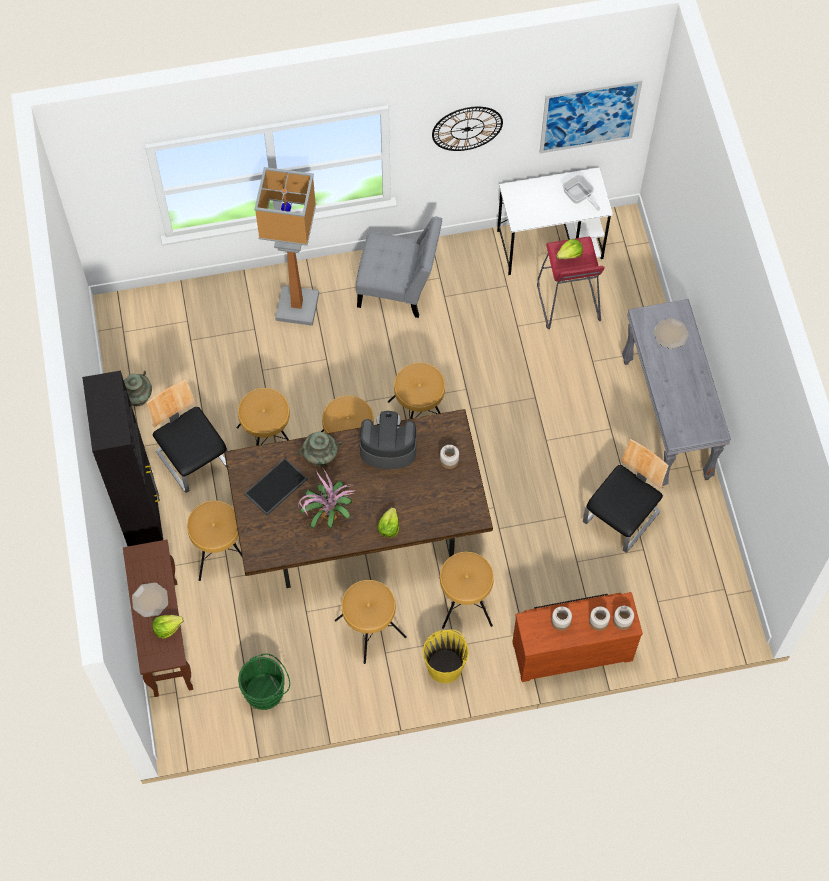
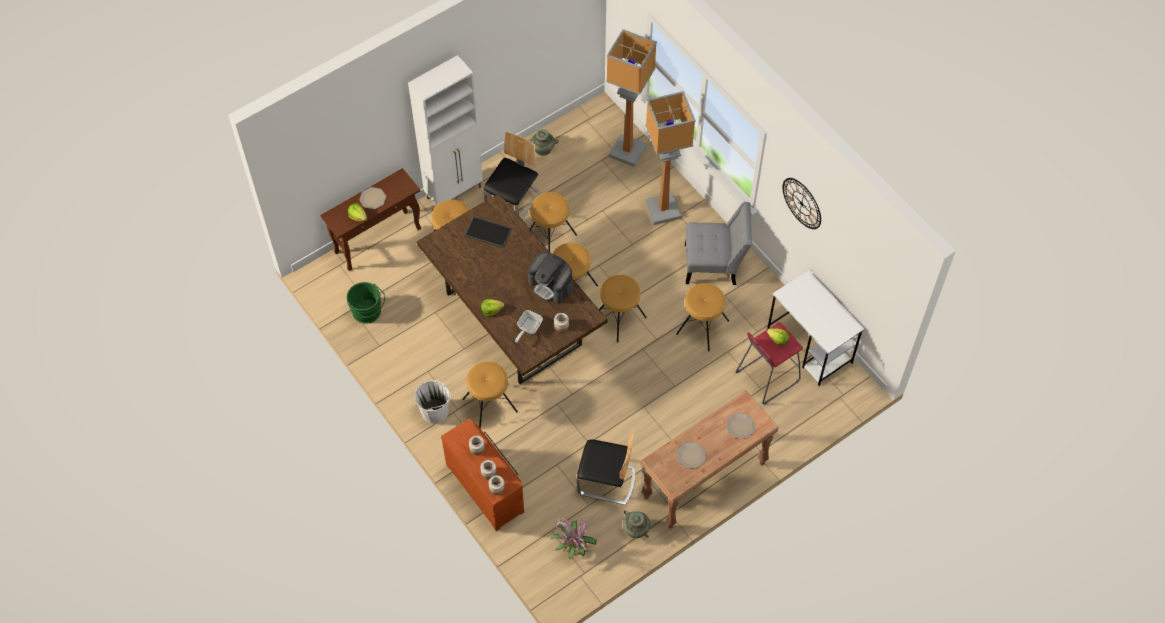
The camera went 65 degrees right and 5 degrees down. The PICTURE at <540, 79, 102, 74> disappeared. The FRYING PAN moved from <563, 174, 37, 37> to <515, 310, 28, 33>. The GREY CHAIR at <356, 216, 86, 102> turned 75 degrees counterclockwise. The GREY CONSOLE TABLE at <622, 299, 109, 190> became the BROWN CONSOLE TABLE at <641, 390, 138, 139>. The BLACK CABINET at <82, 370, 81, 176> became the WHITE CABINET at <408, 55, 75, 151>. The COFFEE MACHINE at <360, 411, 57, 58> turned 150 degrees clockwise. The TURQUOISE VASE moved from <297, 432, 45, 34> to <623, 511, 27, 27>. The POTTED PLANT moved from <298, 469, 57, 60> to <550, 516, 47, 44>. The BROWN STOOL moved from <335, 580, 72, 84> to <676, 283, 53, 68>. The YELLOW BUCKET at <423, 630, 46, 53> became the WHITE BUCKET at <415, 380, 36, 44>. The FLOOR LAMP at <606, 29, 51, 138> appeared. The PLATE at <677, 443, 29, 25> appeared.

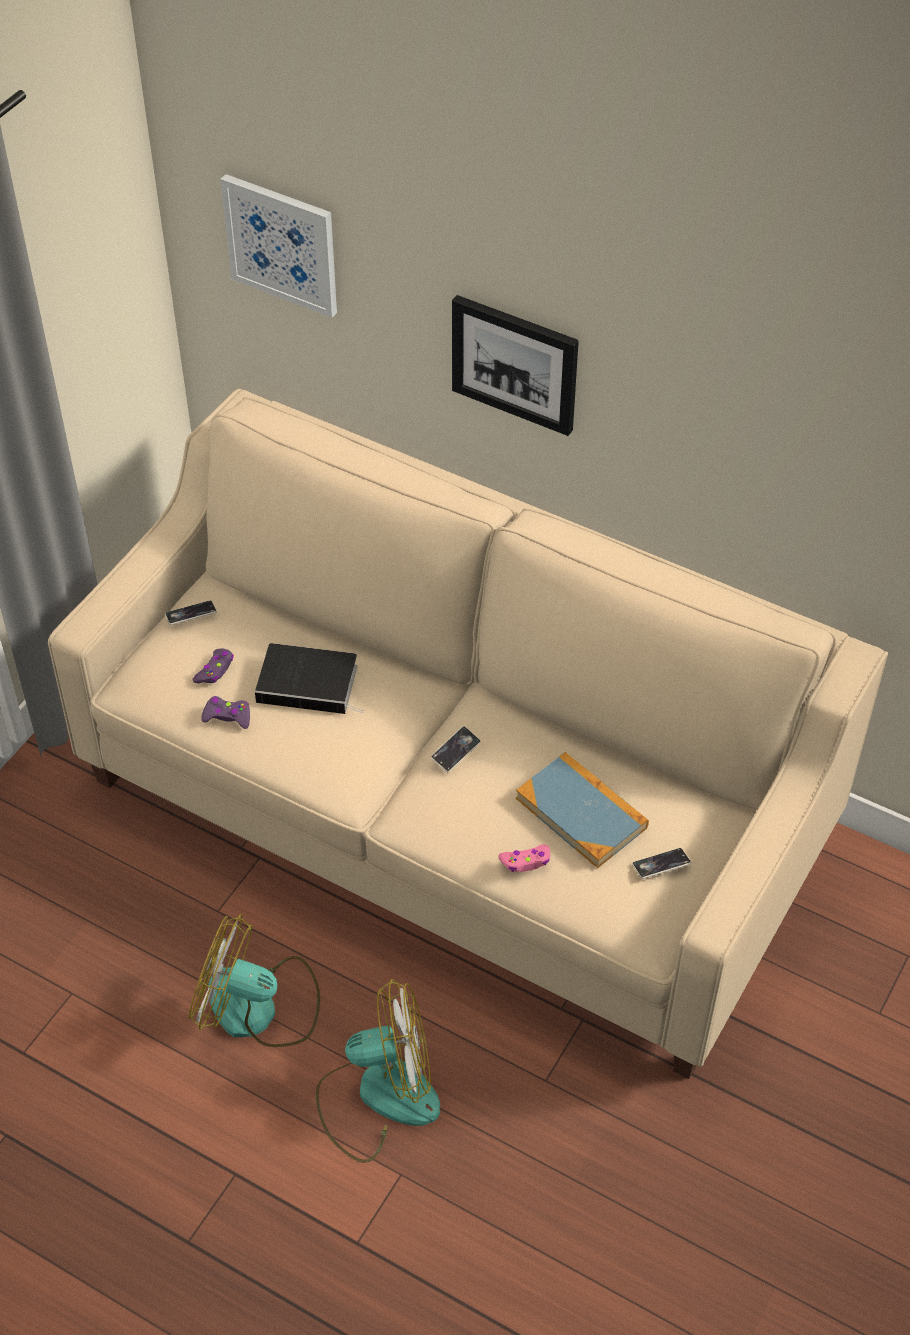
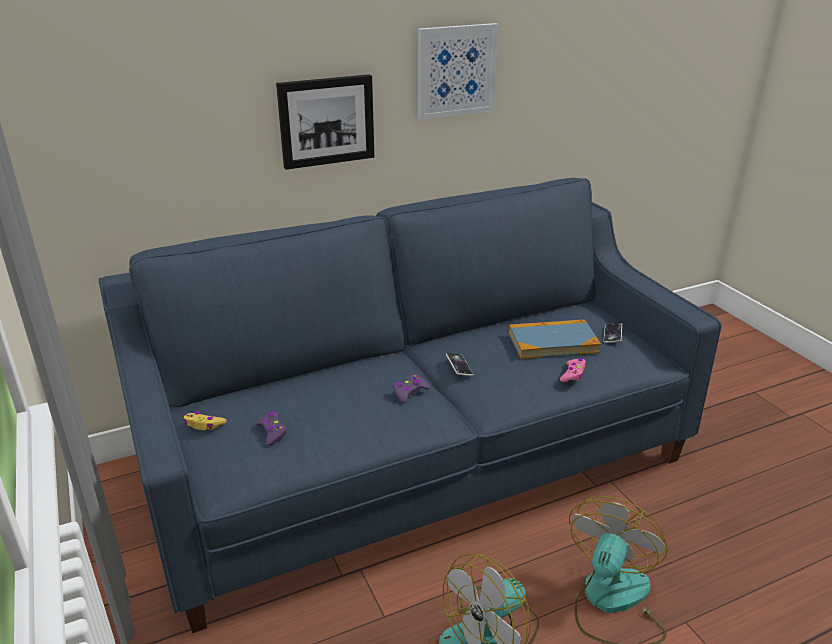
The camera went 55 degrees left and 20 degrees down. The PICTURE moved from <220, 174, 117, 144> to <418, 23, 81, 97>. The BEIGE SOFA at <48, 389, 840, 690> became the BLUE SOFA at <99, 178, 623, 455>. The PHONE at <165, 600, 52, 25> was replaced by the YELLOW GAME CONTROLLER at <183, 411, 44, 19>. The BOOK at <255, 643, 110, 71> disappeared. The PURPLE GAME CONTROLLER moved from <201, 696, 49, 33> to <393, 374, 37, 29>.

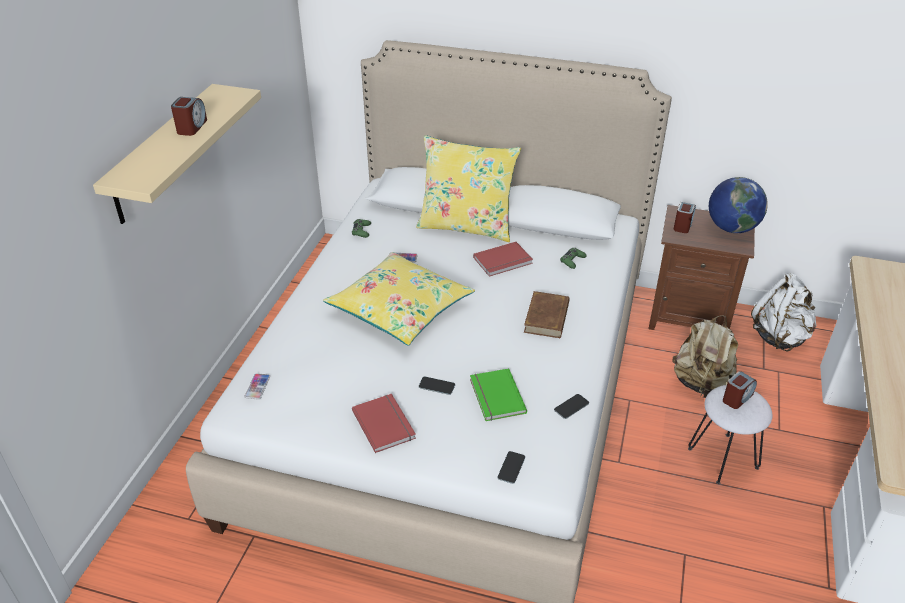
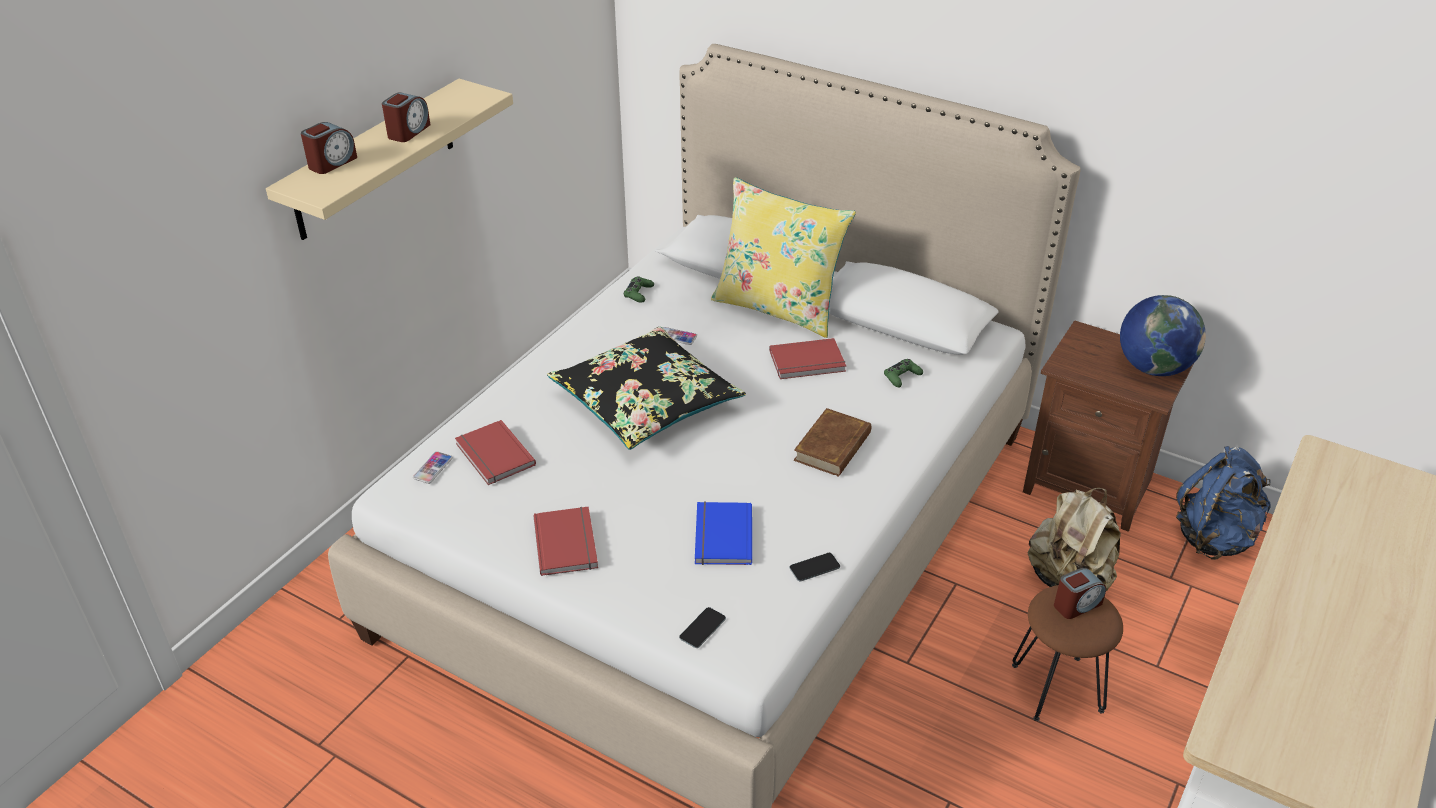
The camera went 15 degrees right and 0 degrees up. The ALARM CLOCK moved from <674, 202, 22, 31> to <301, 122, 56, 52>. The YELLOW PILLOW at <323, 252, 152, 93> became the BLACK PILLOW at <547, 327, 199, 123>. The WHITE BACKPACK at <751, 273, 66, 78> became the BLUE BACKPACK at <1176, 446, 95, 114>. The GREEN BOOK at <470, 368, 57, 53> became the BLUE BOOK at <695, 502, 57, 63>. The PHONE at <419, 377, 36, 18> disappeared. The WHITE STOOL at <688, 385, 85, 99> became the BROWN STOOL at <1012, 585, 111, 136>. The RED BOOK at <455, 420, 81, 65> appeared.

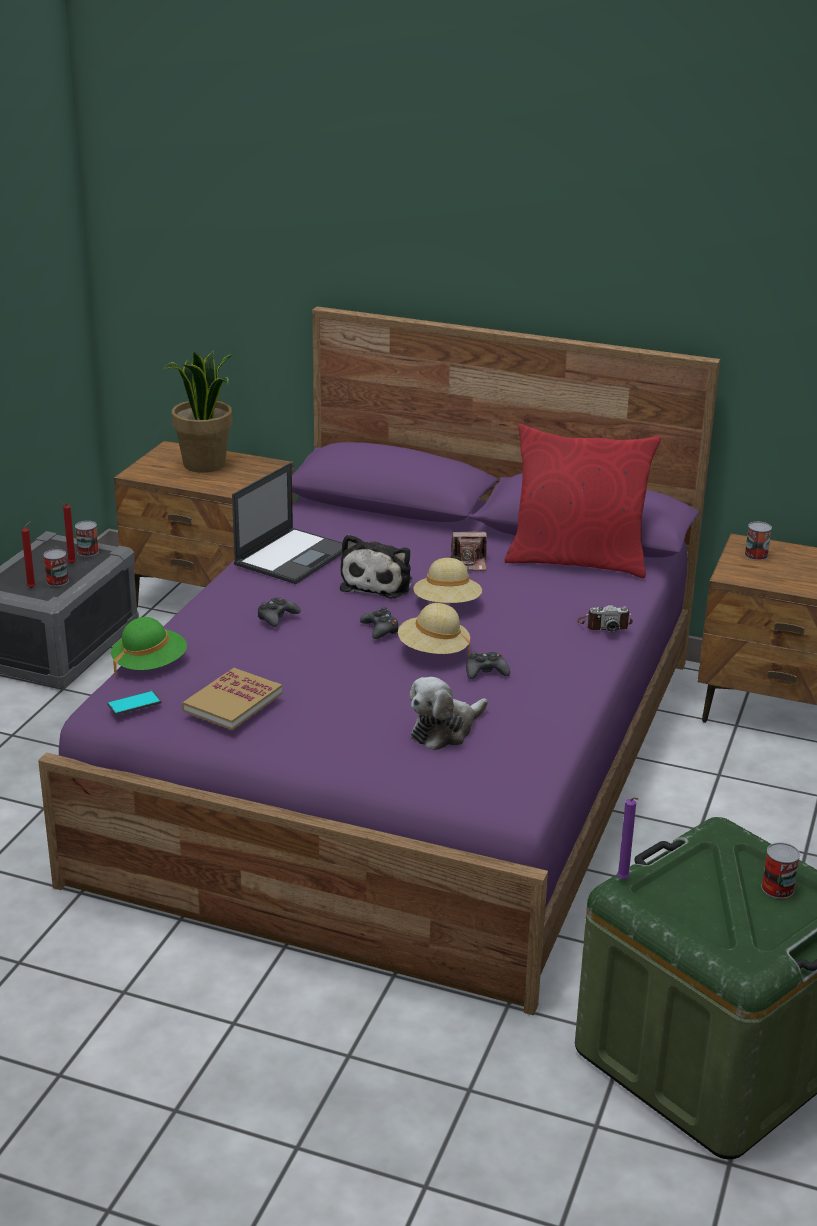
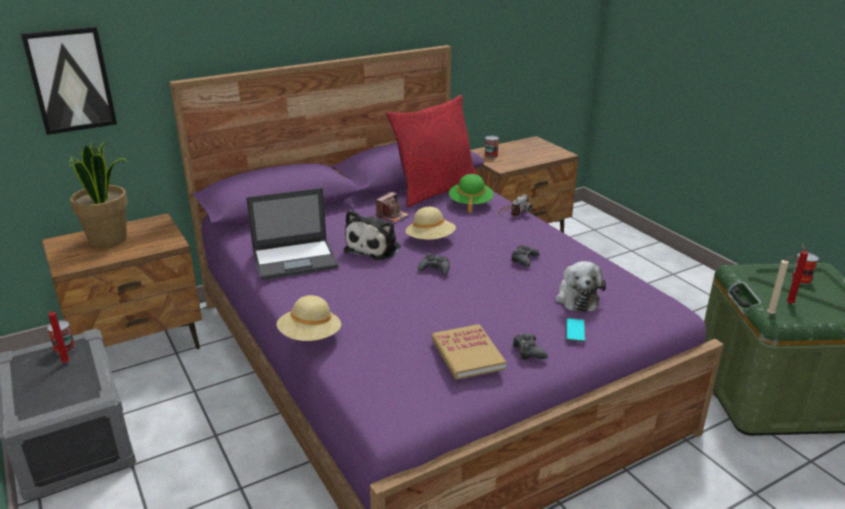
The camera went 50 degrees left and 0 degrees up. The LAPTOP at <232, 462, 111, 122> turned 90 degrees clockwise. The RED CANDLE moved from <21, 521, 15, 68> to <787, 243, 21, 61>. The PLUSH TOY at <340, 534, 72, 64> turned 60 degrees clockwise. The CAN at <44, 549, 25, 37> disappeared. The BLACK GAME CONTROLLER moved from <258, 597, 43, 30> to <512, 333, 36, 27>. The BEIGE HAT moved from <398, 603, 72, 54> to <277, 295, 64, 46>. The GREEN HAT moved from <111, 617, 76, 59> to <449, 174, 45, 40>. The PHONE moved from <107, 690, 55, 25> to <566, 318, 20, 25>. The PURPLE CANDLE at <617, 797, 21, 82> became the BEIGE CANDLE at <767, 256, 27, 58>. The PICTURE at <20, 26, 97, 109> appeared.

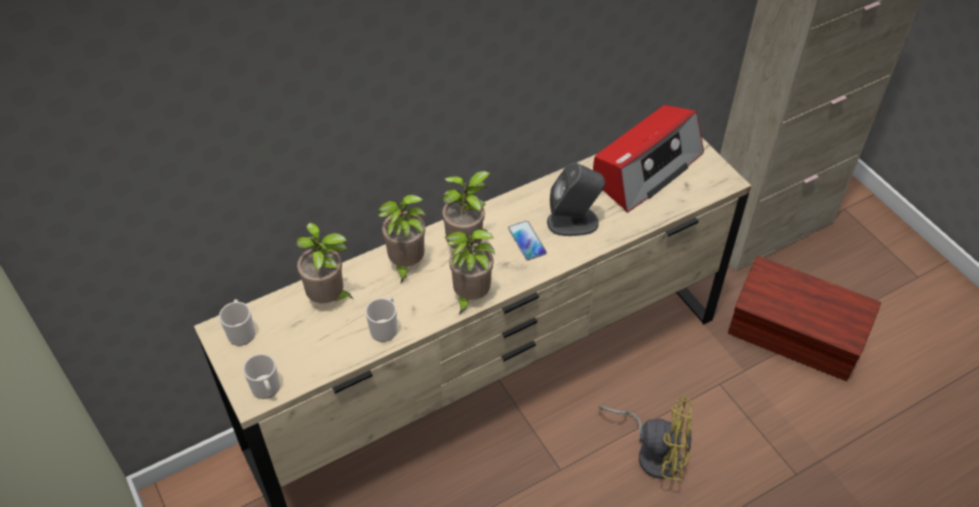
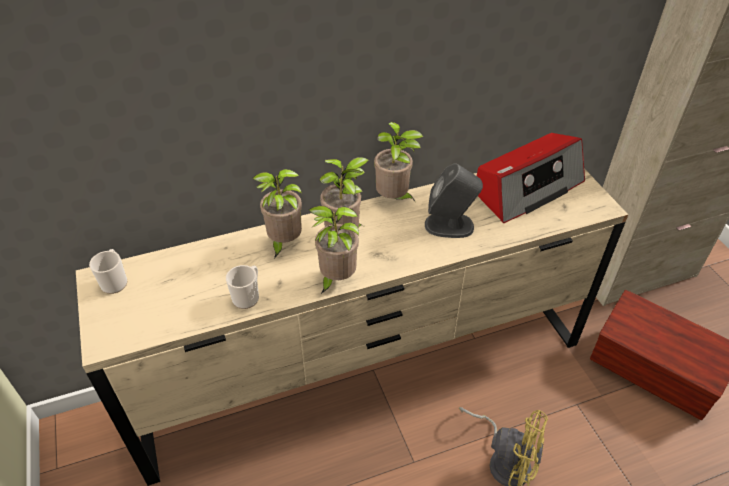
The camera went 10 degrees right and 5 degrees down. The PHONE at <508, 221, 39, 39> disappeared. The POTTED PLANT moved from <297, 222, 57, 81> to <374, 122, 49, 79>. The MUG at <243, 354, 37, 45> disappeared.

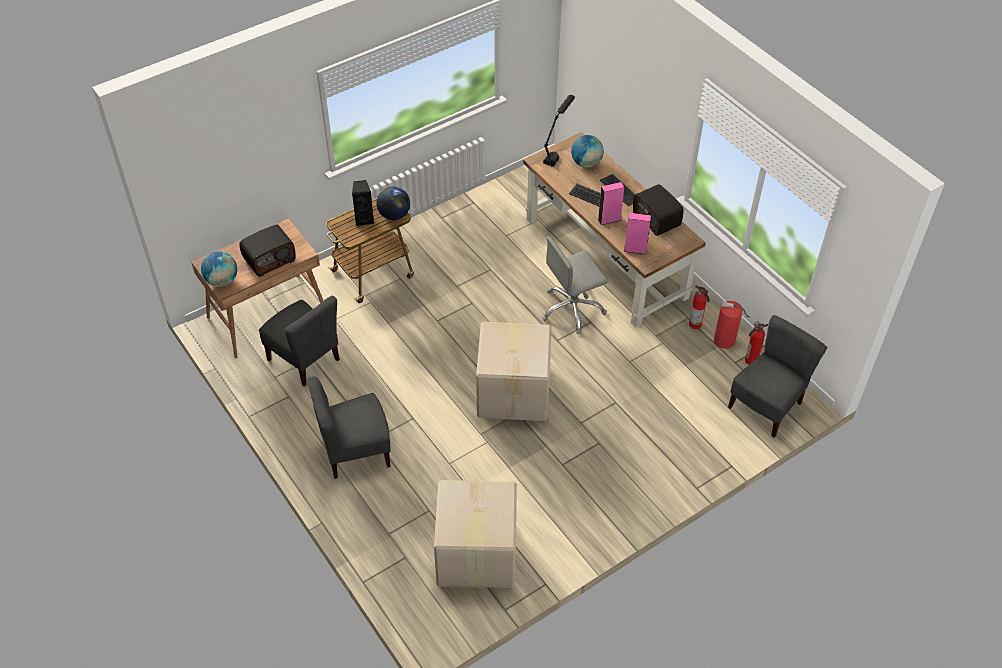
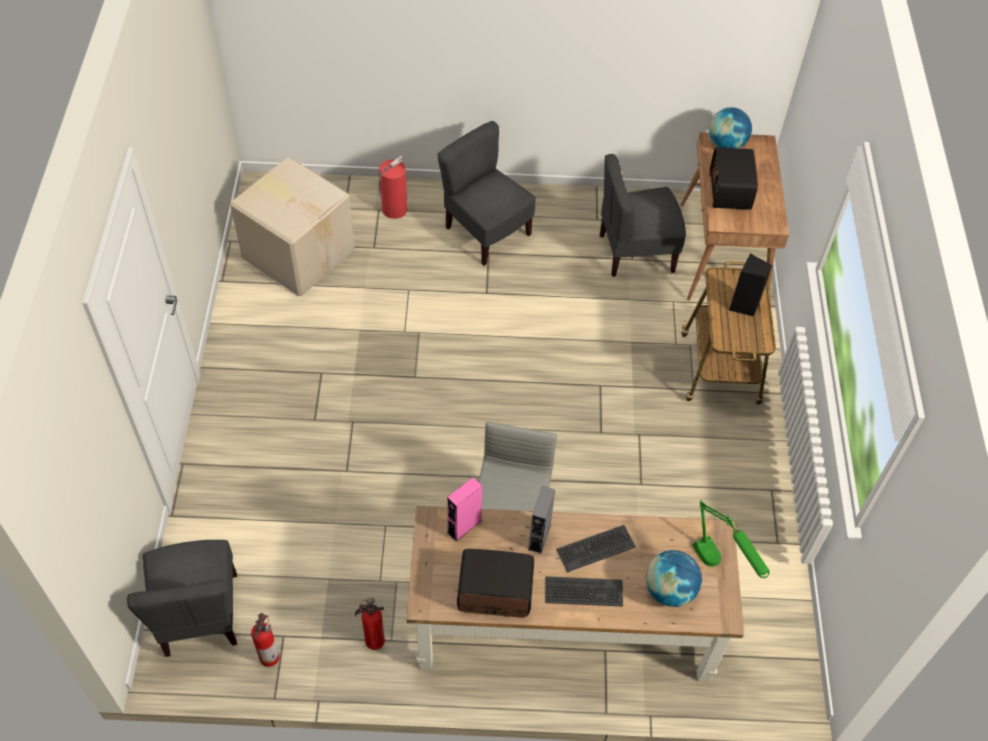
The camera went 125 degrees right and 5 degrees up. The BLACK TABLE LAMP at <543, 95, 32, 72> became the GREEN TABLE LAMP at <692, 500, 78, 78>. The PINK SPEAKER at <598, 182, 26, 43> became the GREY SPEAKER at <528, 486, 27, 68>. The GLOBE at <376, 186, 34, 34> disappeared. The FIRE EXTINGUISHER moved from <714, 301, 36, 48> to <379, 156, 28, 63>. The CARDBOARD BOX at <476, 322, 76, 99> disappeared. The GREY CHAIR at <307, 376, 84, 103> turned 60 degrees counterclockwise.

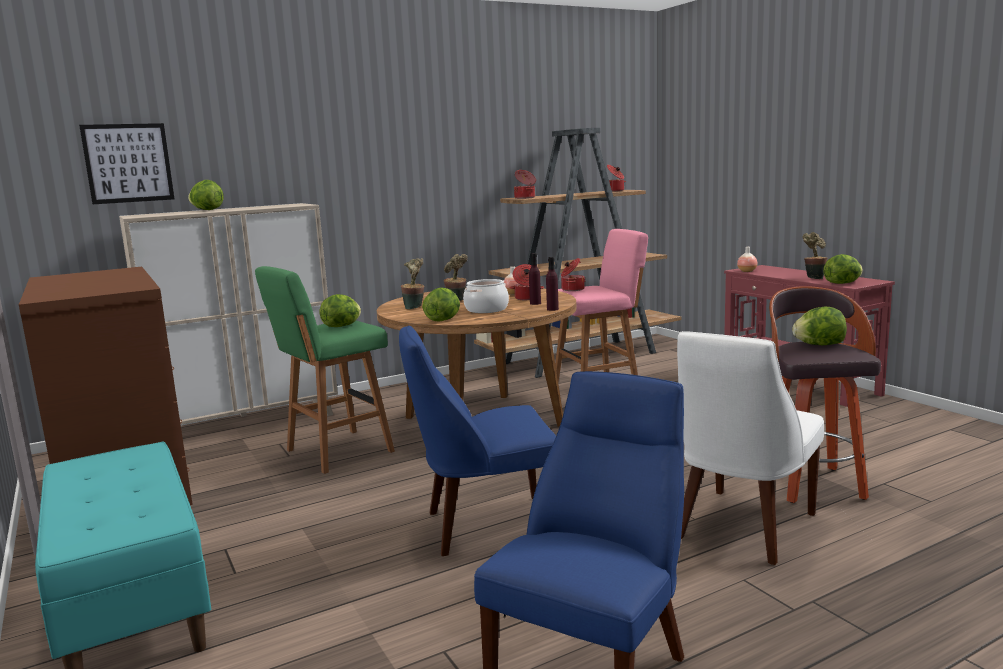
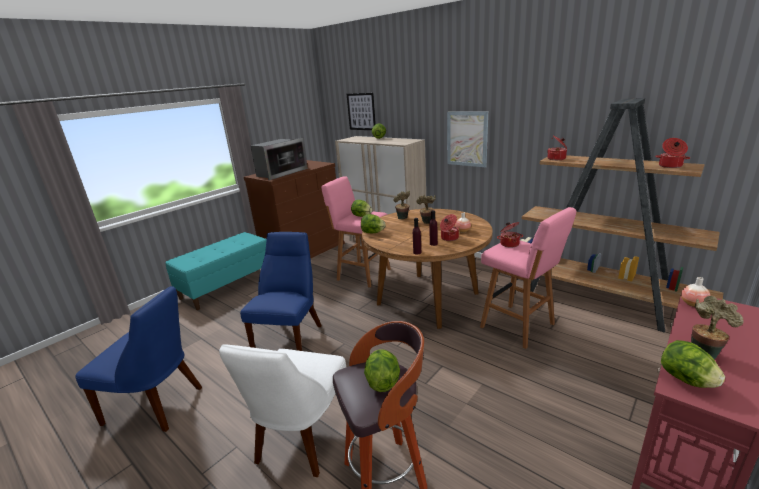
The camera went 70 degrees right and 10 degrees up. The GREEN STOOL at <255, 266, 140, 208> became the PINK STOOL at <321, 176, 70, 112>. The COOKING POT at <463, 279, 46, 34> disappeared. The BLUE CHAIR at <399, 325, 157, 231> turned 45 degrees clockwise. The WHITE CHAIR at <677, 331, 147, 234> turned 90 degrees counterclockwise. The PICTURE at <447, 112, 41, 55> appeared. The MICROWAVE at <250, 138, 58, 42> appeared.

